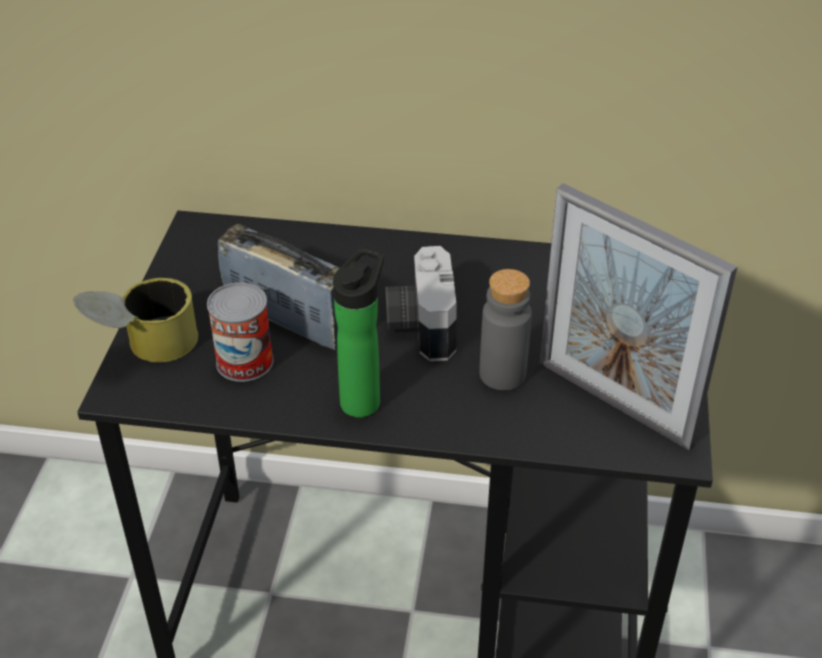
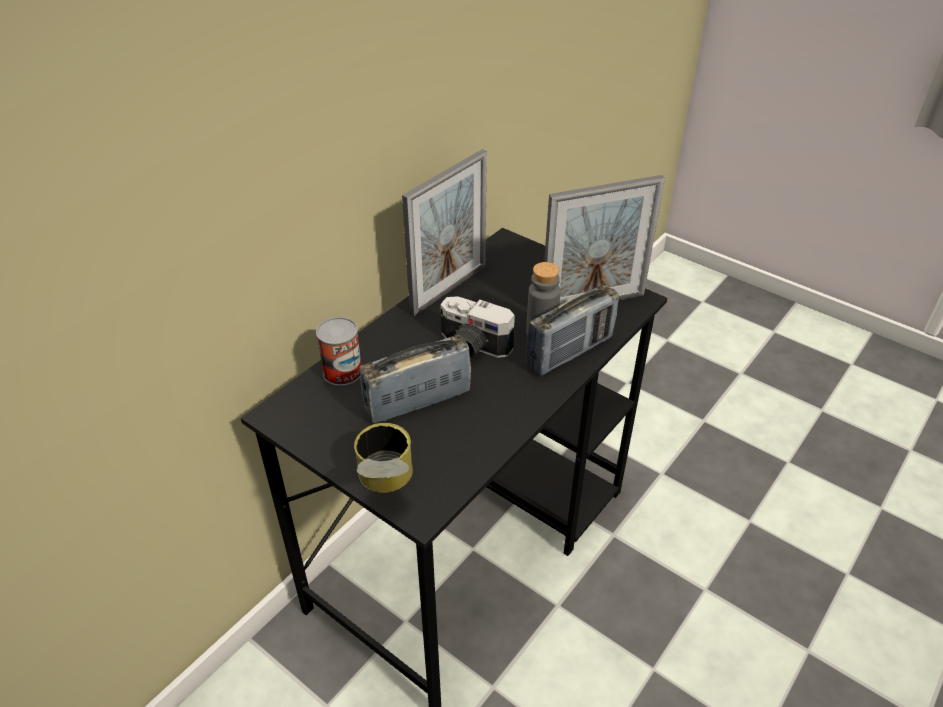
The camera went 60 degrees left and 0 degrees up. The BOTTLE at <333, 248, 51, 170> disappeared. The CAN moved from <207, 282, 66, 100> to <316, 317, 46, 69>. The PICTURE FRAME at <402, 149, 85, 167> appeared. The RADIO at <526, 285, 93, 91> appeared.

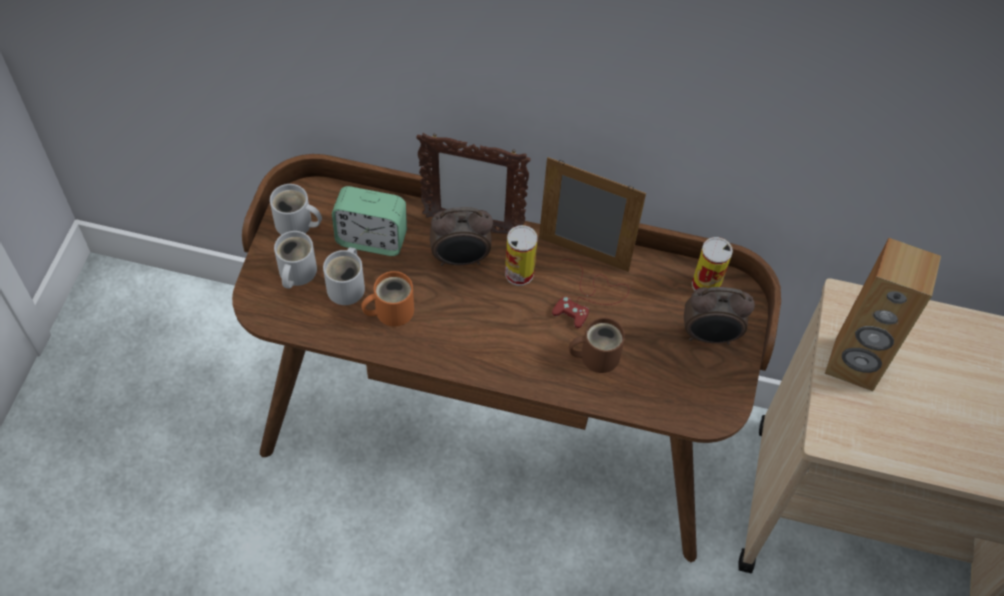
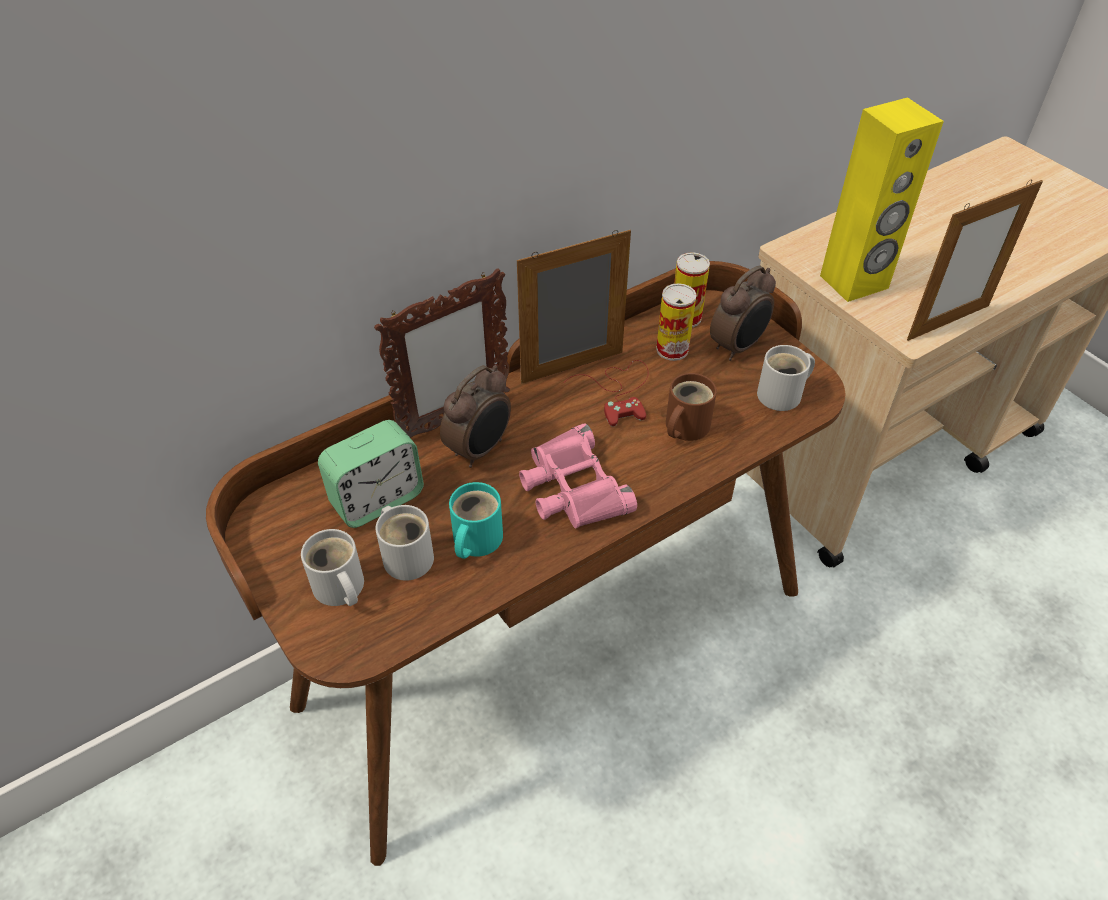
The camera went 45 degrees left and 10 degrees down. The WHITE MUG moved from <270, 184, 52, 51> to <757, 345, 58, 66>. The CAN moved from <505, 225, 33, 61> to <656, 283, 41, 78>. The BROWN SPEAKER at <825, 238, 116, 153> became the YELLOW SPEAKER at <820, 97, 124, 205>. The ORANGE MUG at <361, 271, 53, 56> became the TURQUOISE MUG at <449, 482, 54, 77>. The PICTURE FRAME at <907, 180, 136, 161> appeared. The PINK BINOCULARS at <519, 423, 118, 105> appeared.

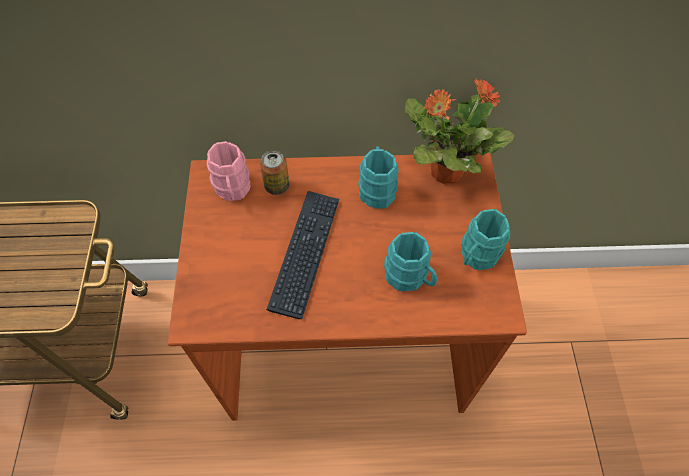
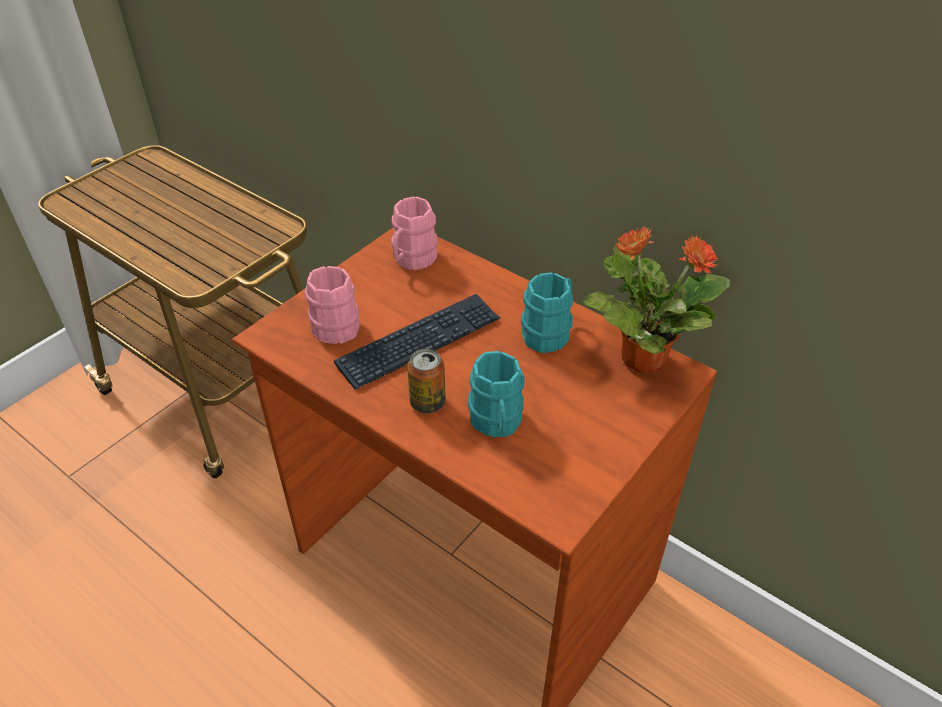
The camera went 40 degrees right and 15 degrees down. The CAN moved from <260, 150, 29, 45> to <407, 349, 39, 64>. The TURQUOISE MUG at <461, 209, 49, 61> disappeared. The PINK MUG at <305, 266, 55, 78> appeared.

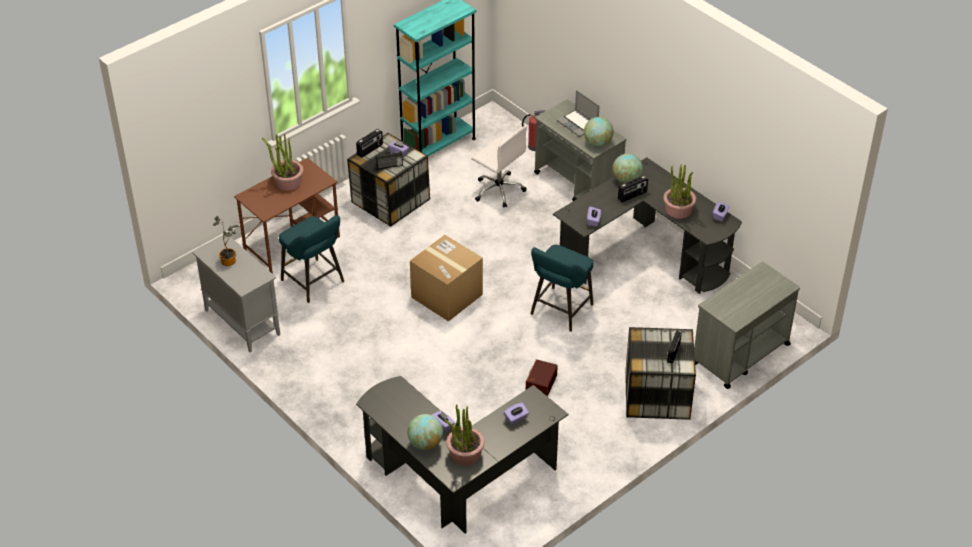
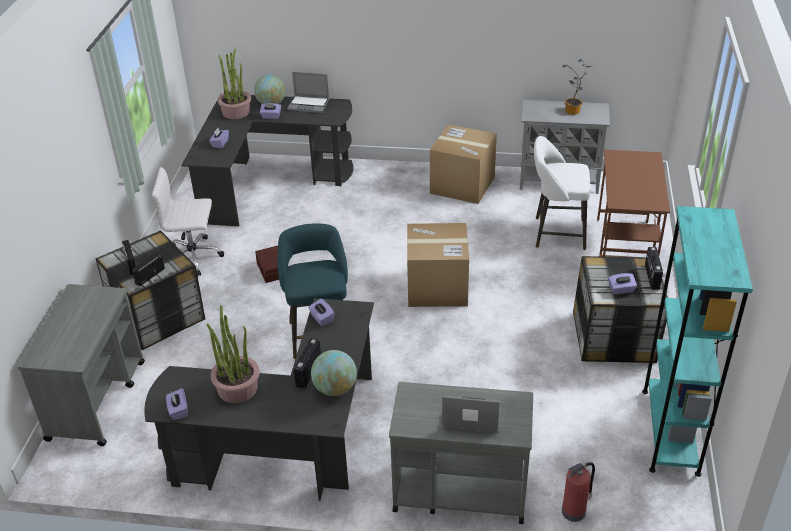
The camera went 140 degrees right and 5 degrees down. The GLOBE at <584, 117, 29, 30> disappeared. The WHITE OFFICE CHAIR moved from <471, 126, 56, 82> to <152, 167, 72, 109>. The POTTED PLANT at <262, 133, 42, 58> disappeared. The RADIO moved from <376, 151, 27, 18> to <132, 252, 33, 34>. The TURQUOISE STOOL at <279, 215, 65, 88> became the WHITE STOOL at <534, 136, 56, 114>. The LAPTOP at <287, 72, 42, 41> appeared. The CARDBOARD BOX at <430, 124, 67, 80> appeared.

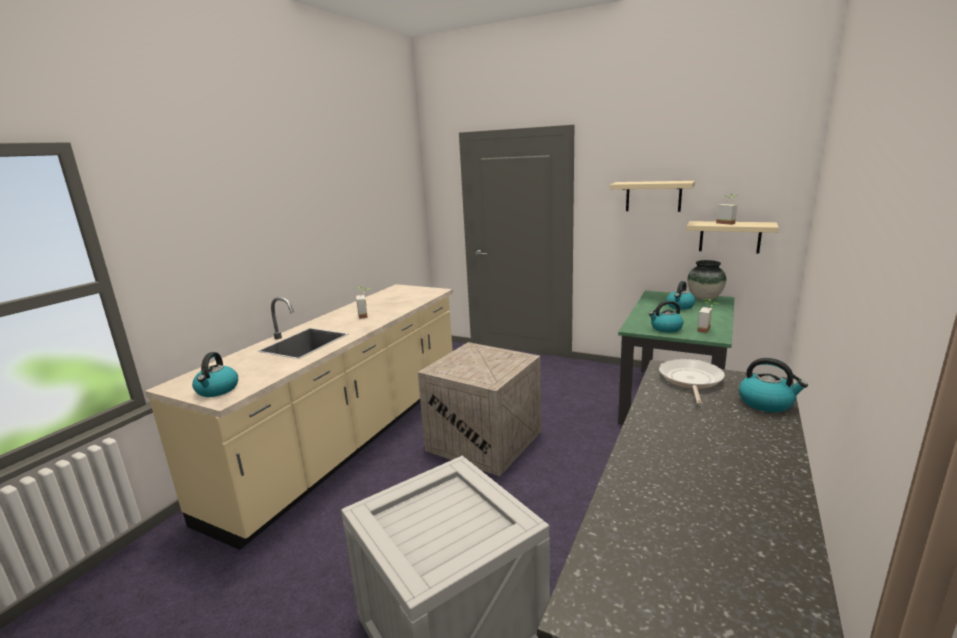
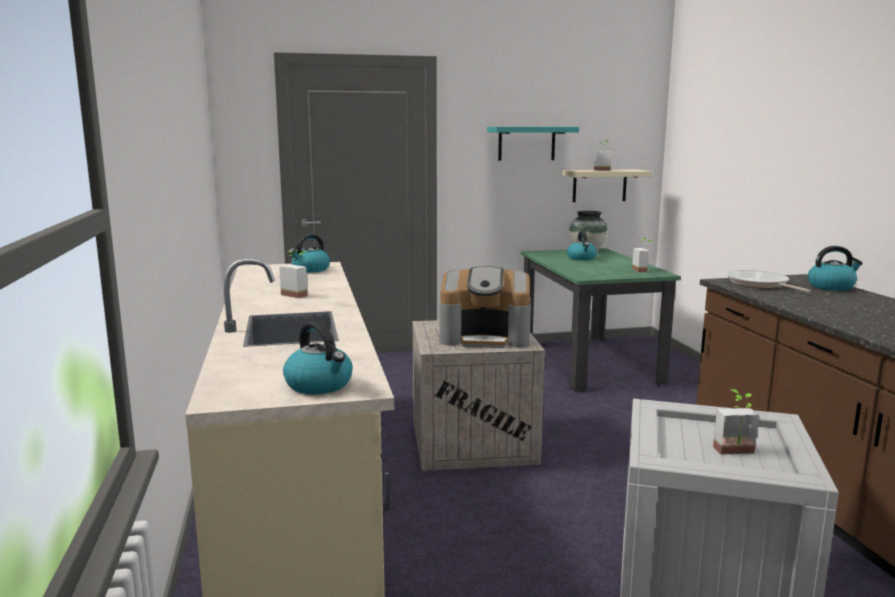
The camera went 40 degrees left and 5 degrees down. The BEIGE SHELF at <610, 181, 85, 31> became the TURQUOISE SHELF at <487, 127, 92, 34>. The KETTLE moved from <648, 300, 36, 33> to <289, 234, 41, 39>. The COFFEE MACHINE at <440, 266, 91, 82> appeared. The POTTED PLANT at <713, 389, 46, 66> appeared.

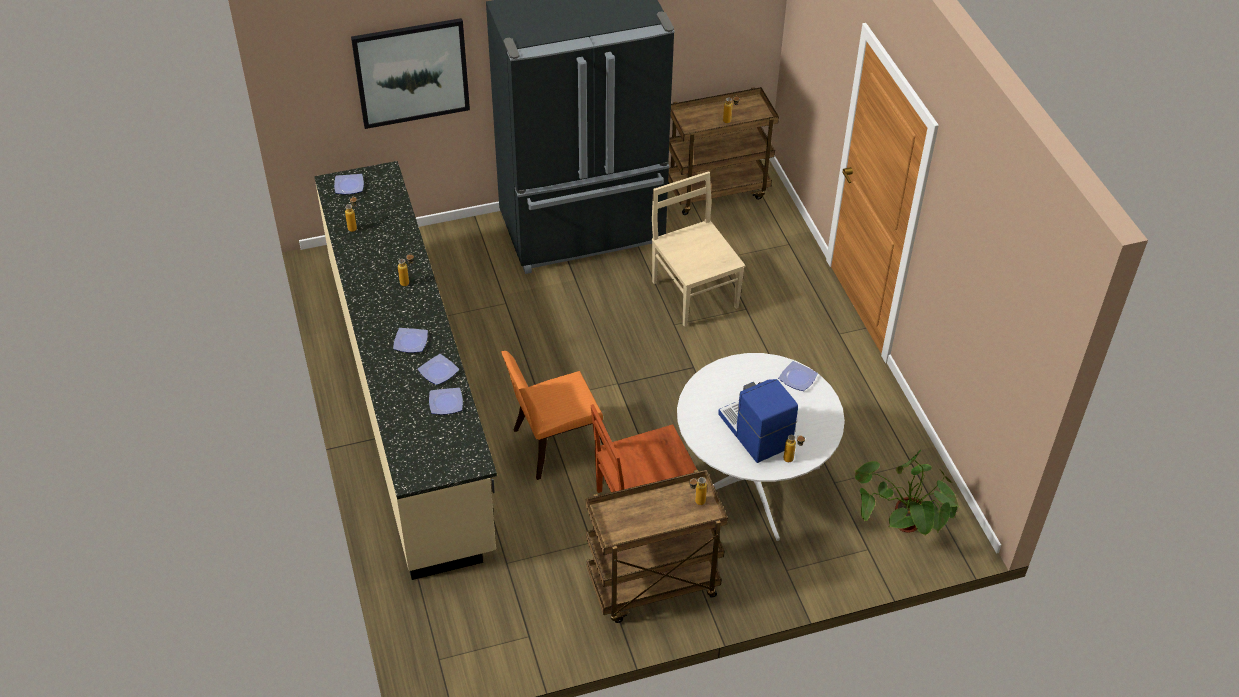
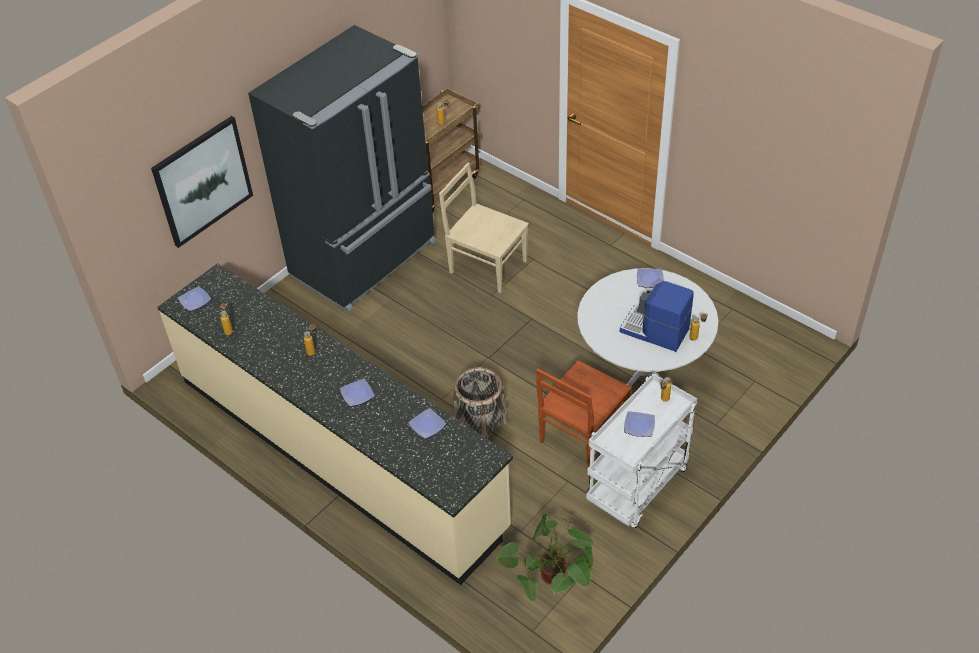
The camera went 30 degrees left and 0 degrees up. The ORANGE CHAIR at <501, 351, 104, 129> was replaced by the BASKET at <453, 367, 56, 72>. The PLATE moved from <418, 354, 41, 31> to <624, 411, 31, 26>. The POTTED PLANT moved from <855, 450, 104, 86> to <496, 514, 99, 88>. The BROWN CART at <586, 470, 142, 153> became the WHITE CART at <586, 373, 111, 155>.

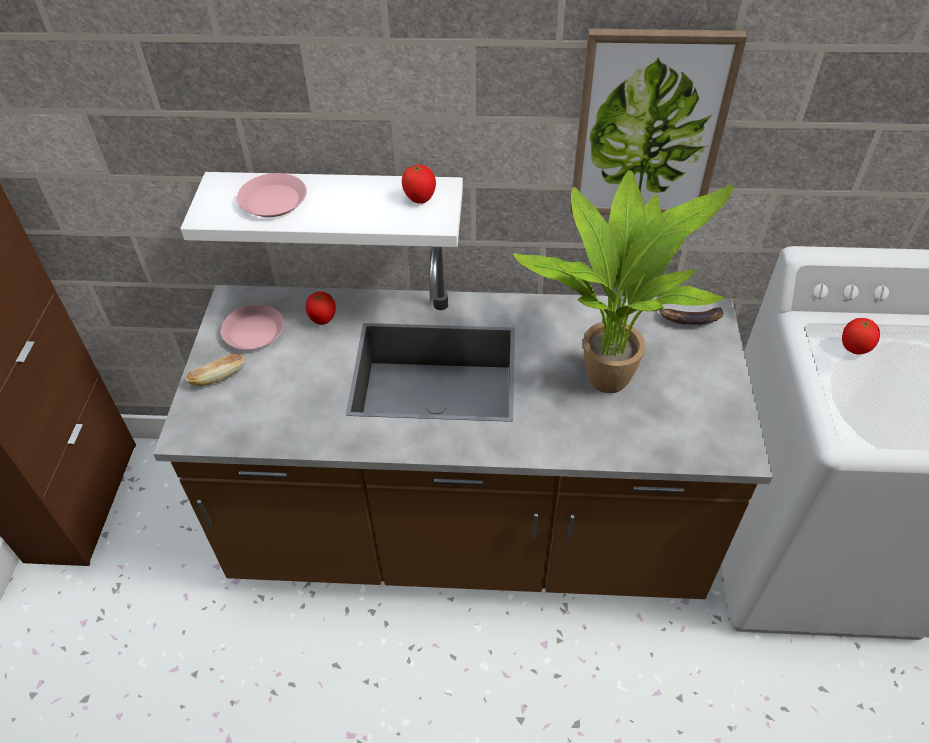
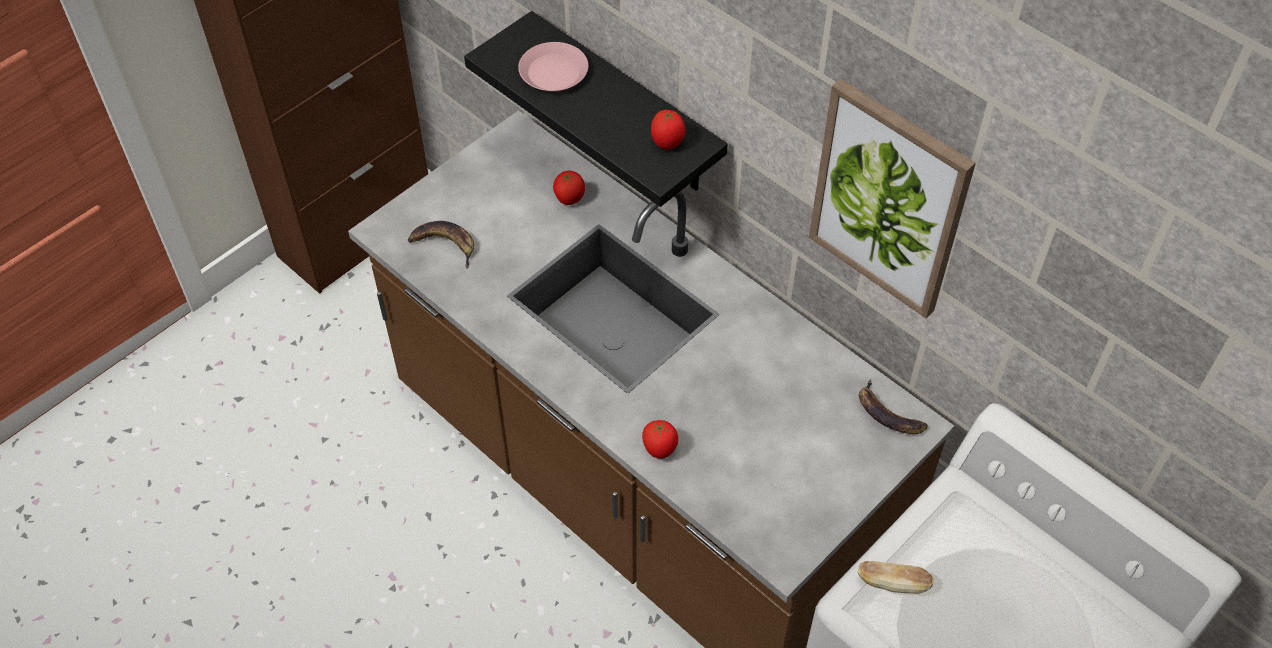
The camera went 40 degrees right and 5 degrees up. The POTTED PLANT at <513, 170, 221, 223> disappeared. The WHITE SHELF at <180, 172, 283, 75> became the BLACK SHELF at <464, 11, 264, 196>. The PINK PLATE at <221, 305, 63, 45> disappeared. The TOMATO moved from <842, 317, 38, 37> to <642, 420, 36, 39>. The BREAD moved from <185, 354, 60, 32> to <857, 561, 77, 33>. The BANANA at <408, 221, 66, 48> appeared.

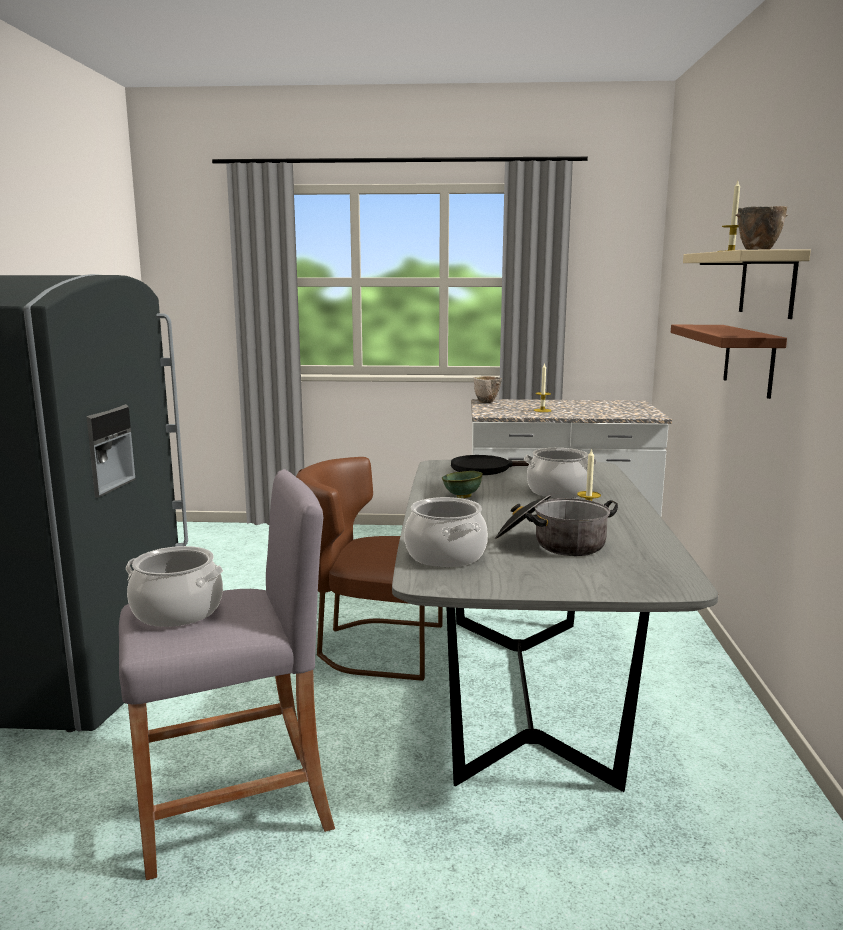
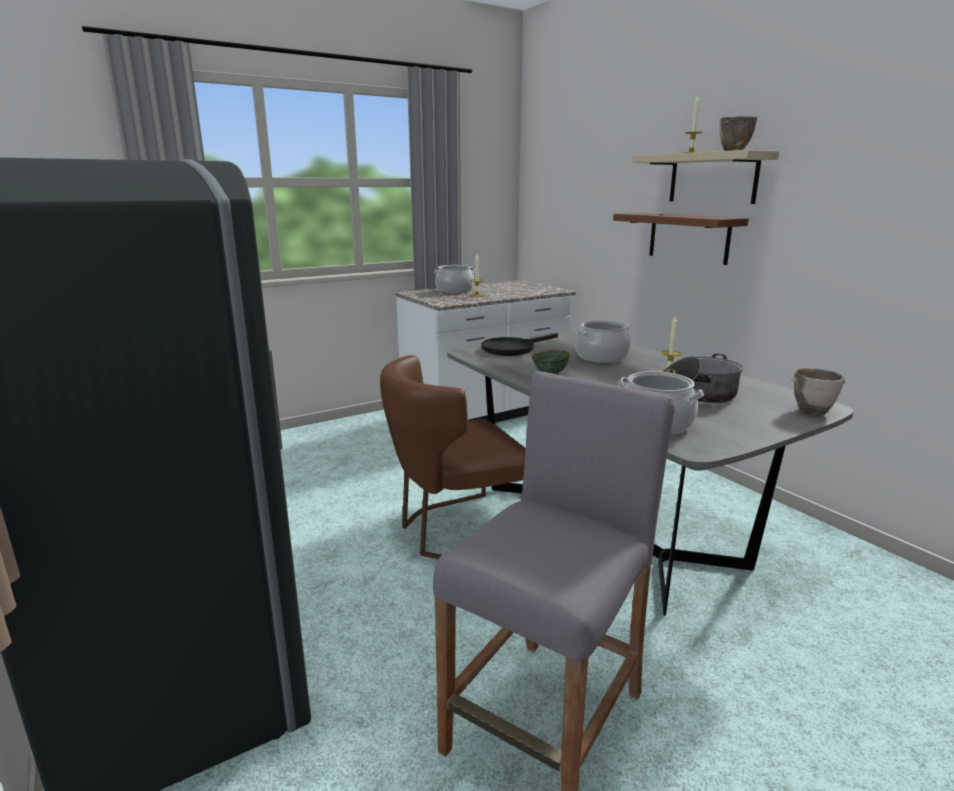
The camera went 35 degrees left and 5 degrees up. The BOWL moved from <474, 376, 28, 27> to <791, 368, 55, 47>. The COOKING POT moved from <126, 546, 97, 81> to <434, 265, 41, 28>.

